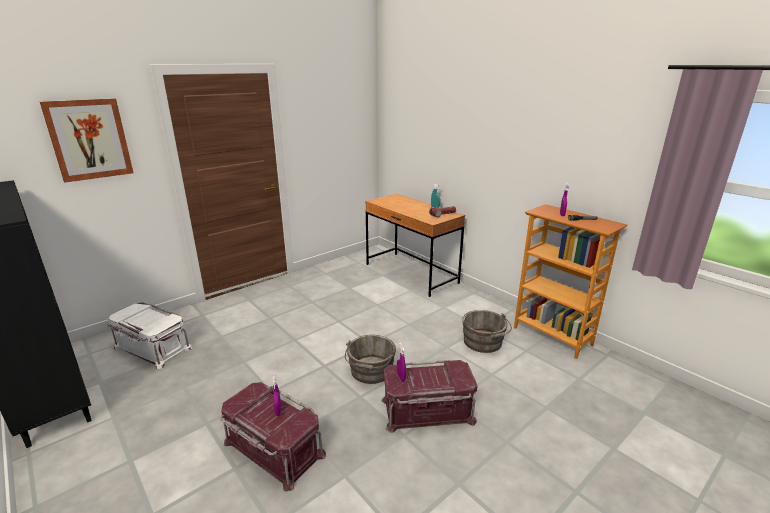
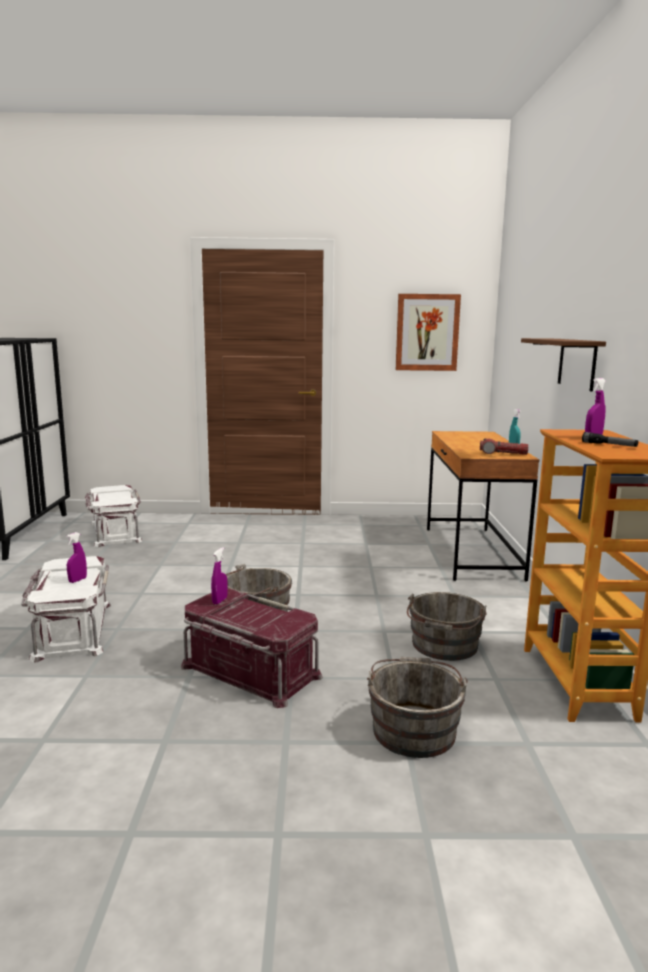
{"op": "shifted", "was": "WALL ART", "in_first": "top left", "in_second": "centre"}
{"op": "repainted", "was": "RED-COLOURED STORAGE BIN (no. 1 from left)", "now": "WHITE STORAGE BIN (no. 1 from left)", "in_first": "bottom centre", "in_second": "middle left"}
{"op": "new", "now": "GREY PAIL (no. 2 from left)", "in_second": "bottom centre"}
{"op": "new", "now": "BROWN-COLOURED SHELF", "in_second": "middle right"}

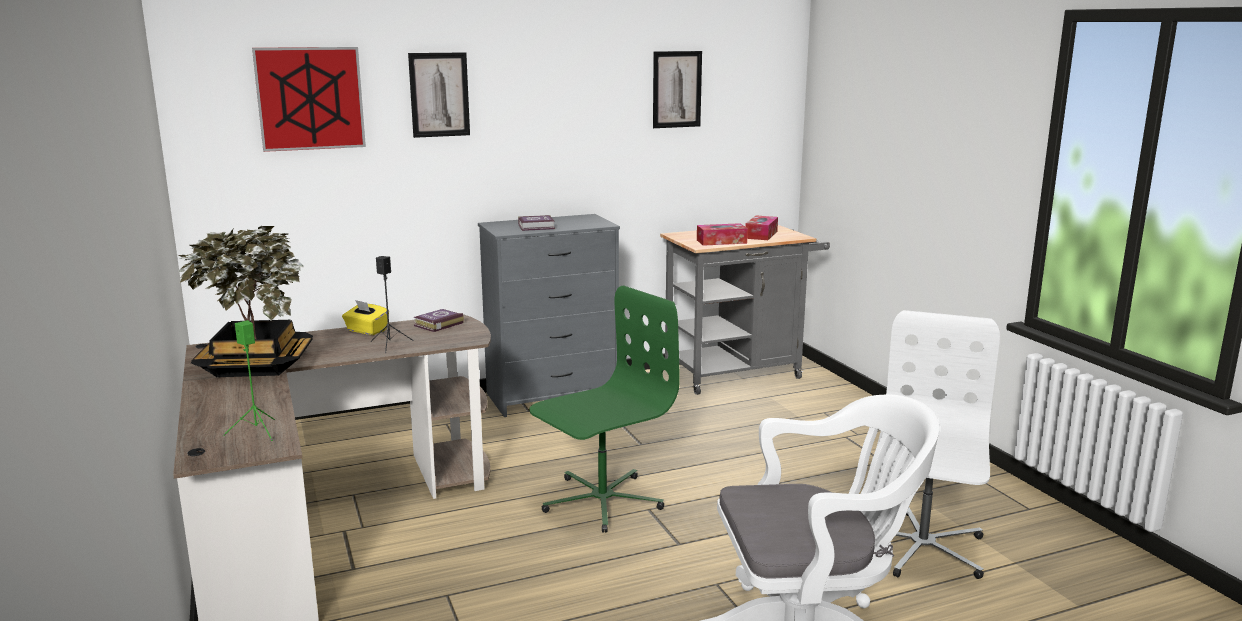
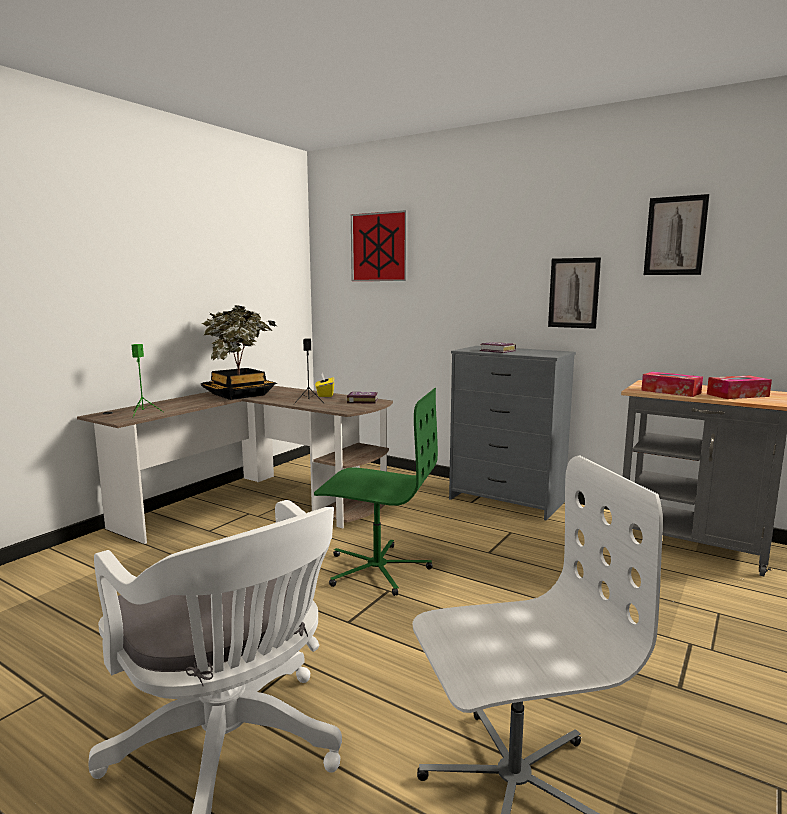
{"op": "shifted", "was": "WALL ART (no. 2 from left)", "in_first": "top centre", "in_second": "middle right"}

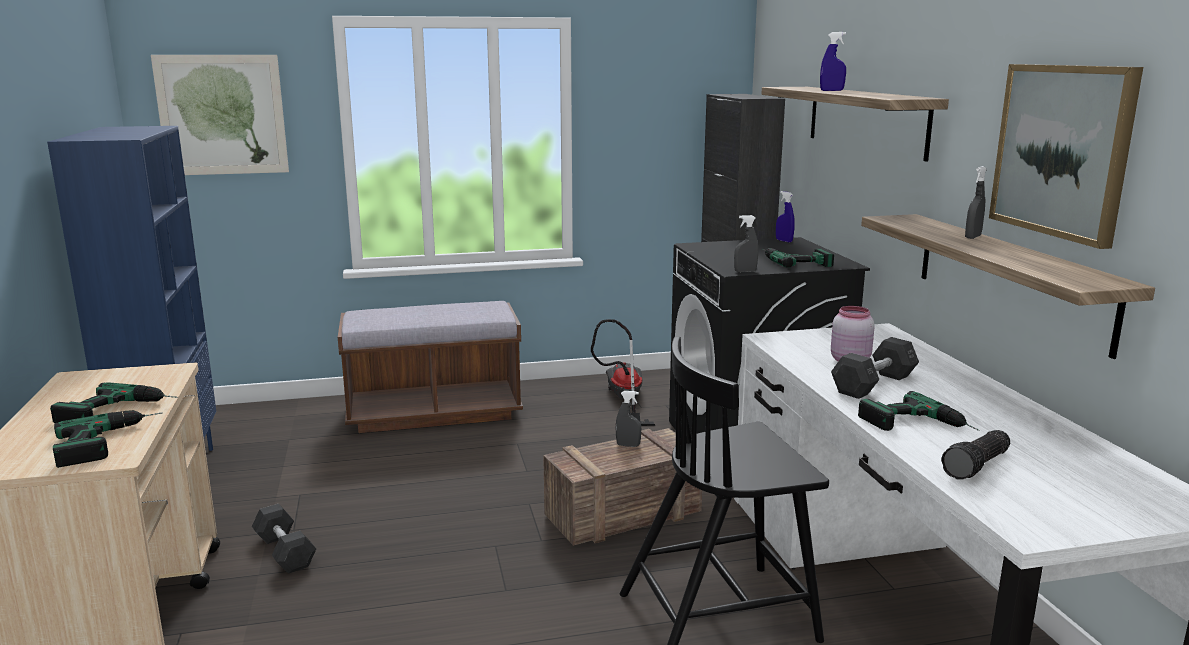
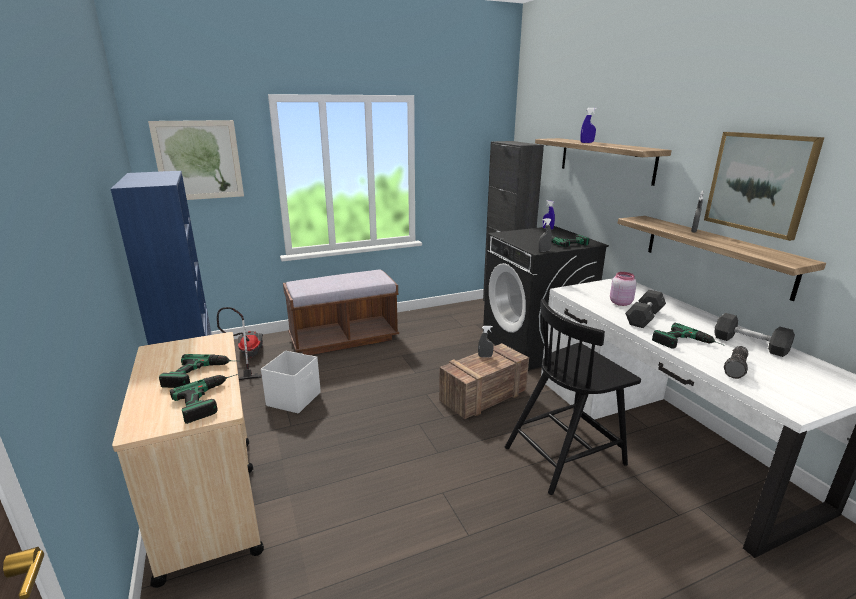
{"op": "shifted", "was": "GREY FREE WEIGHT (no. 1 from left in the first image)", "now": "GREY FREE WEIGHT (no. 2 from left)", "in_first": "bottom left", "in_second": "middle right"}
{"op": "shifted", "was": "VACUUM CLEANER", "in_first": "centre", "in_second": "middle left"}
{"op": "new", "now": "WHITE STORAGE BIN", "in_second": "centre"}

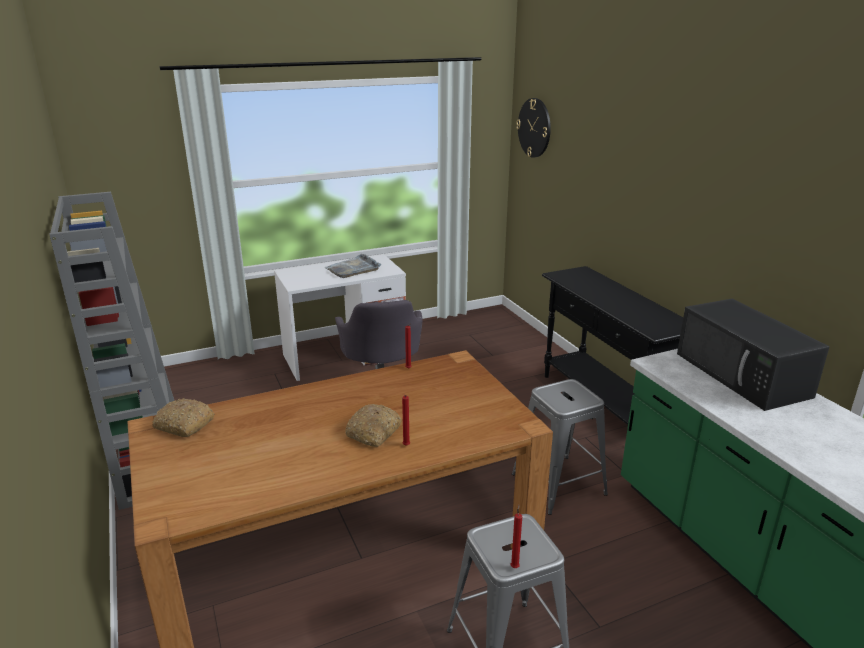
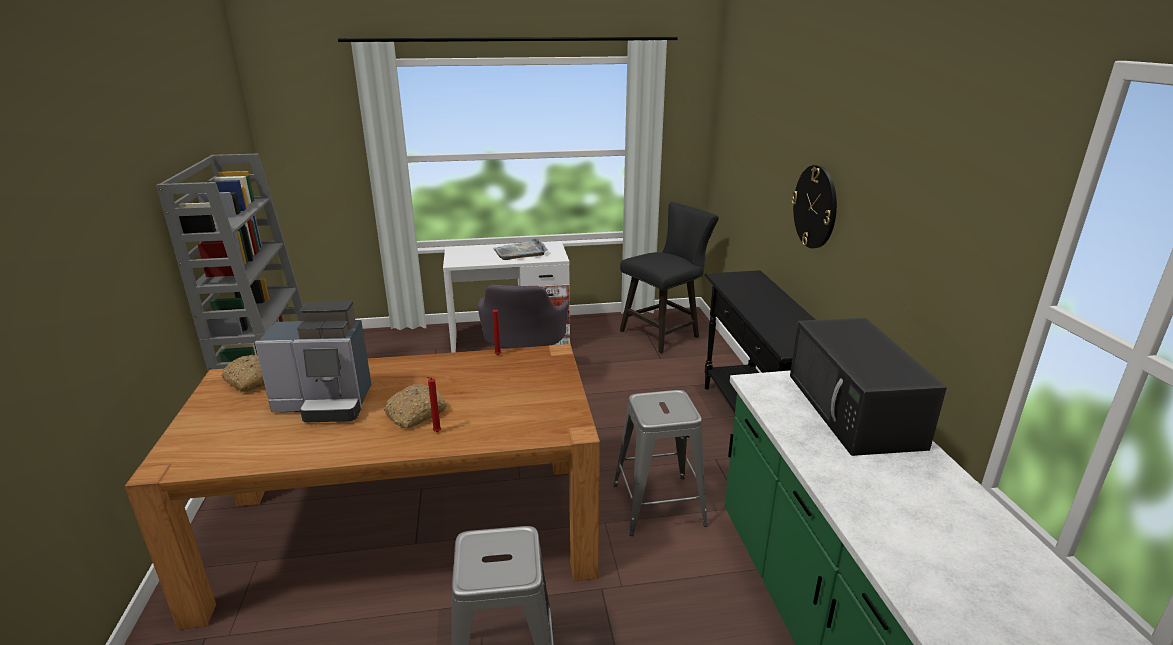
{"op": "gone", "was": "RED-COLOURED CANDLE (no. 3 from left)", "in_first": "bottom centre"}
{"op": "shifted", "was": "CLOCK ON THE WALL", "in_first": "top centre", "in_second": "top right"}
{"op": "new", "now": "COFFEE MAKER", "in_second": "middle left"}
{"op": "new", "now": "BLACKISH CHAIR", "in_second": "centre"}

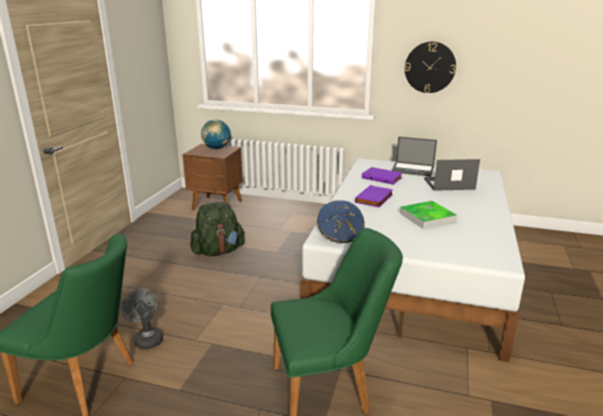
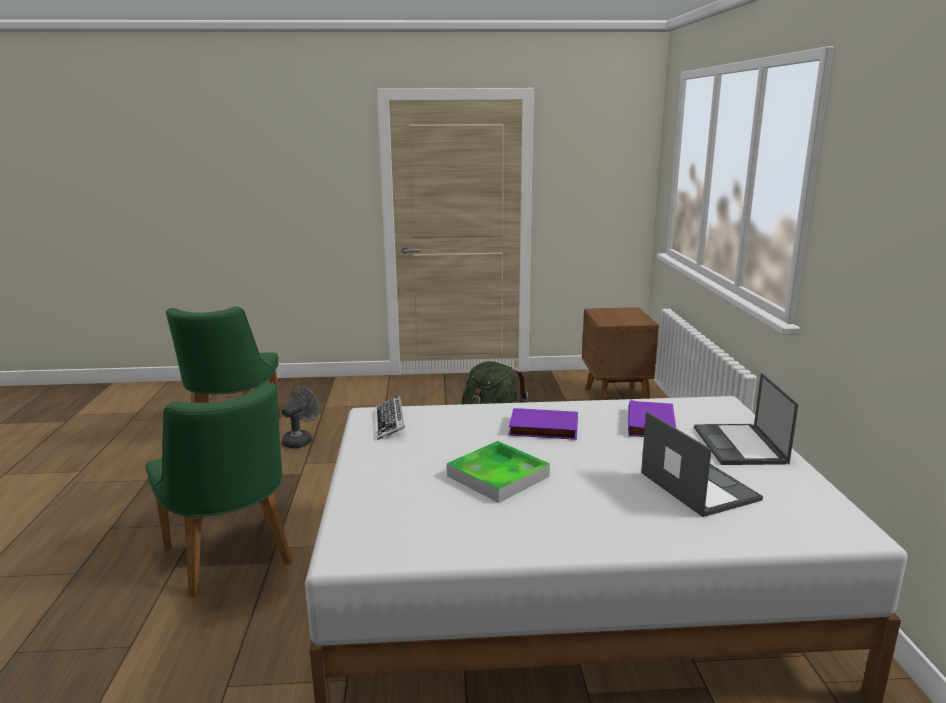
{"op": "gone", "was": "DESK GLOBE", "in_first": "top centre"}
{"op": "swapped", "was": "BLUE-COLOURED HAT", "now": "COMPUTER KEYBOARD", "in_first": "centre", "in_second": "centre"}
{"op": "gone", "was": "CLOCK ON THE WALL", "in_first": "top right"}

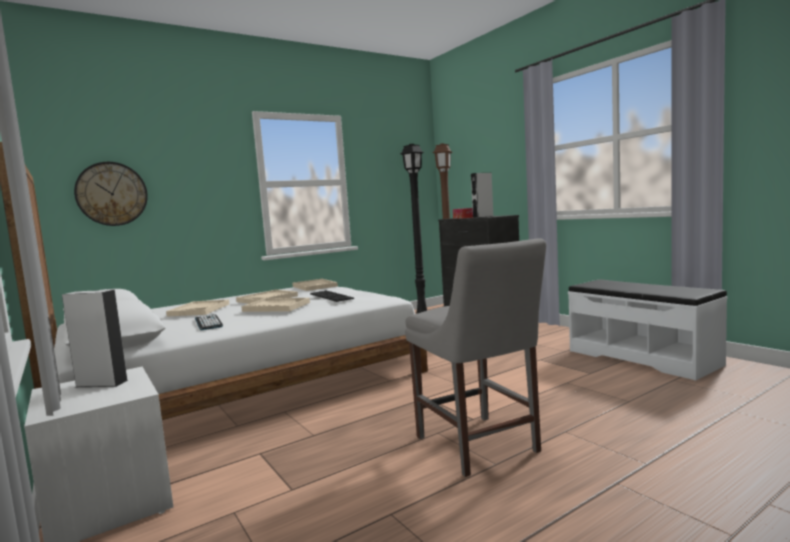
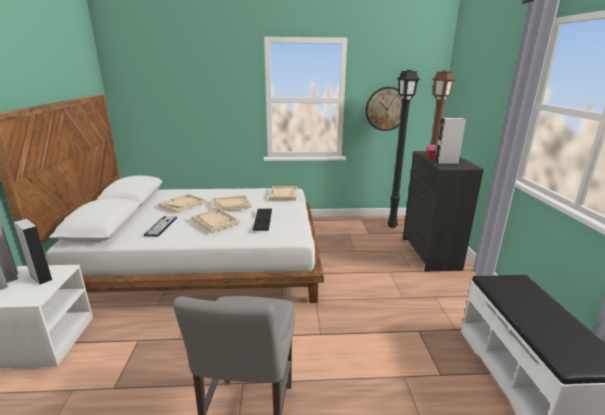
{"op": "shifted", "was": "CLOCK ON THE WALL", "in_first": "middle left", "in_second": "top centre"}

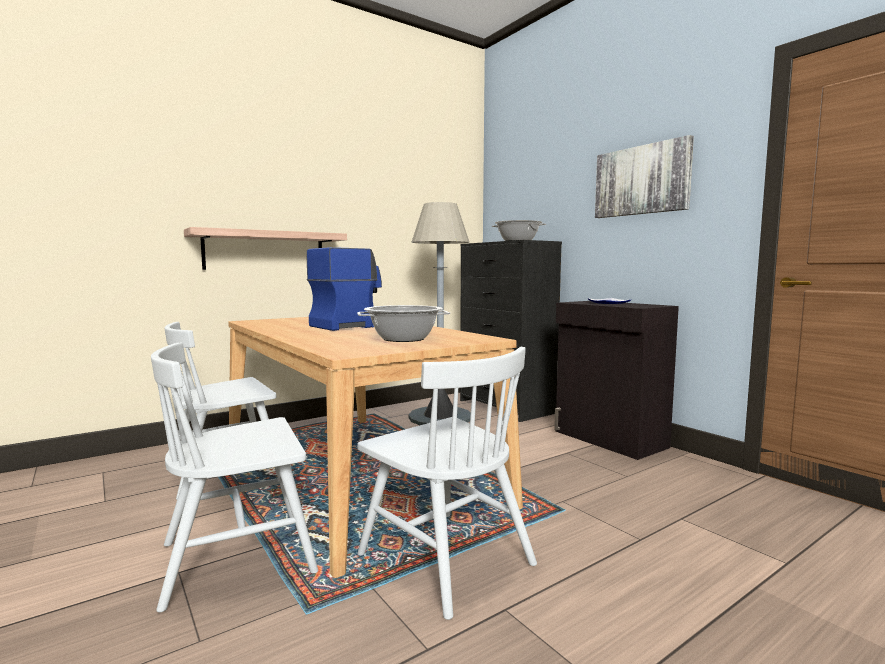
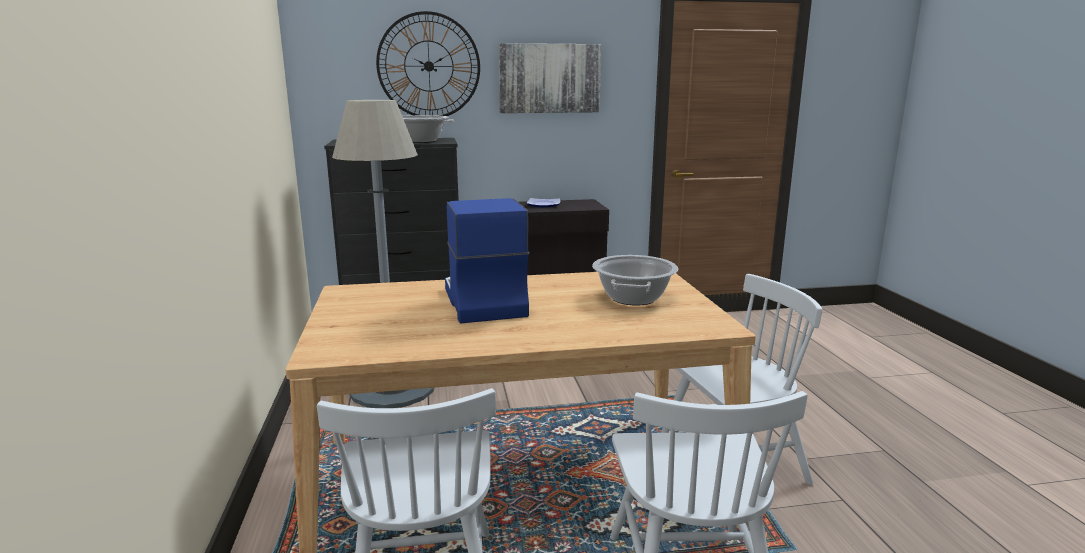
{"op": "gone", "was": "SHELF", "in_first": "middle left"}
{"op": "new", "now": "CLOCK ON THE WALL", "in_second": "top centre"}

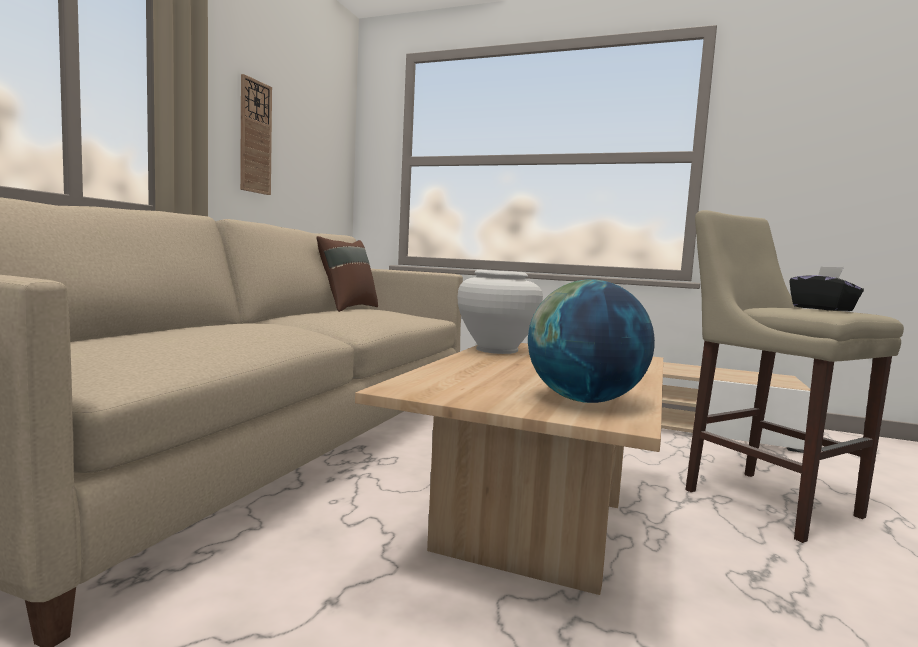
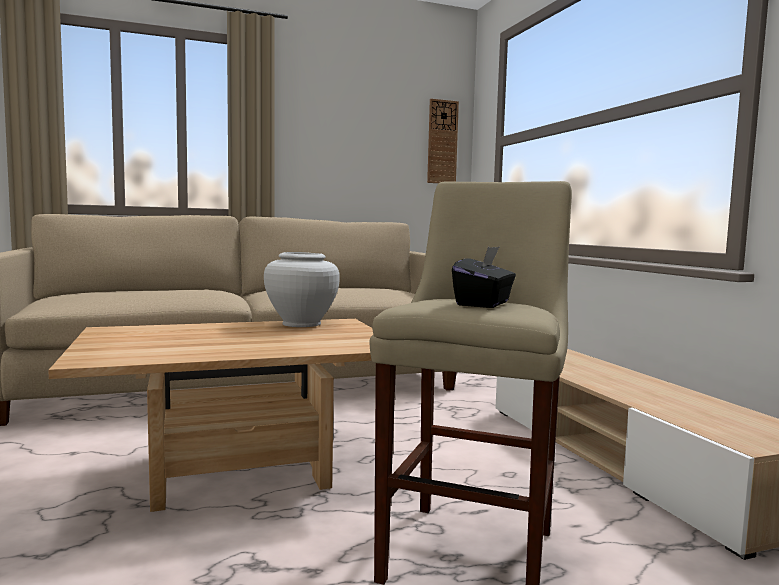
{"op": "shifted", "was": "CLOCK ON THE WALL", "in_first": "top left", "in_second": "top centre"}
{"op": "gone", "was": "BROWN-COLOURED THROW PILLOW", "in_first": "centre"}
{"op": "gone", "was": "DESK GLOBE", "in_first": "centre"}

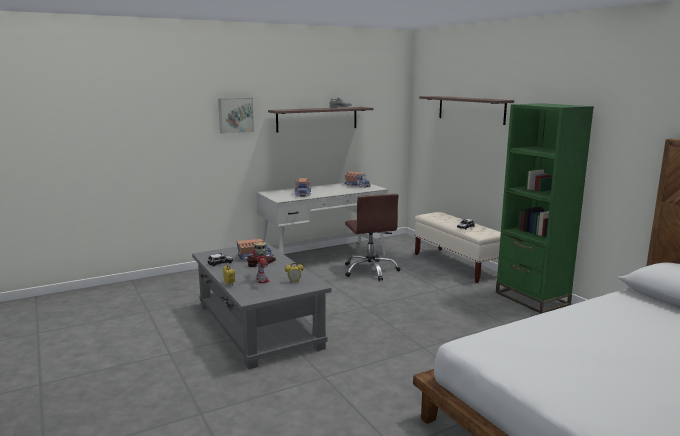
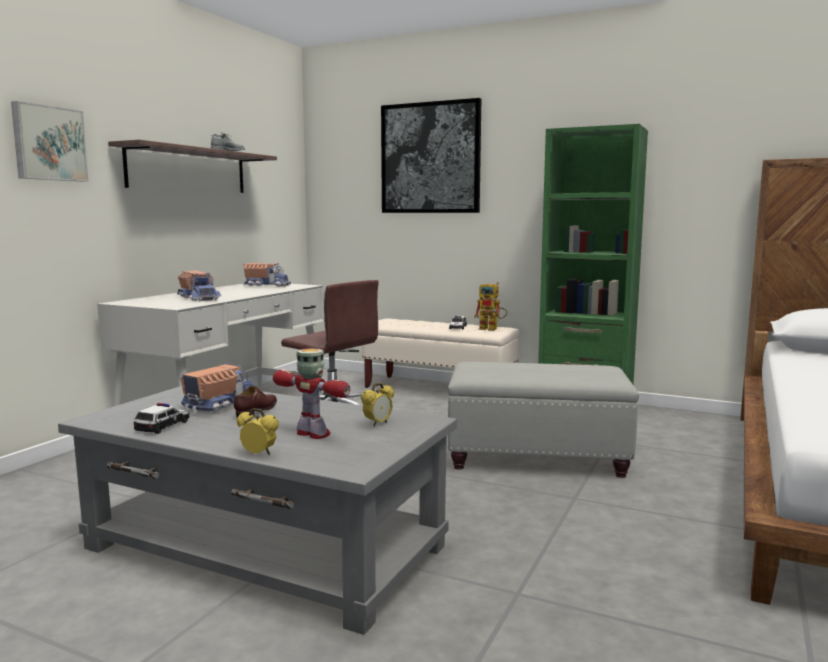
{"op": "swapped", "was": "SHELF (no. 2 from left)", "now": "WALL ART (no. 2 from left)", "in_first": "top right", "in_second": "top centre"}
{"op": "new", "now": "GREY POUFFE", "in_second": "centre"}
{"op": "new", "now": "TOY ROBOT (no. 2 from left)", "in_second": "centre"}

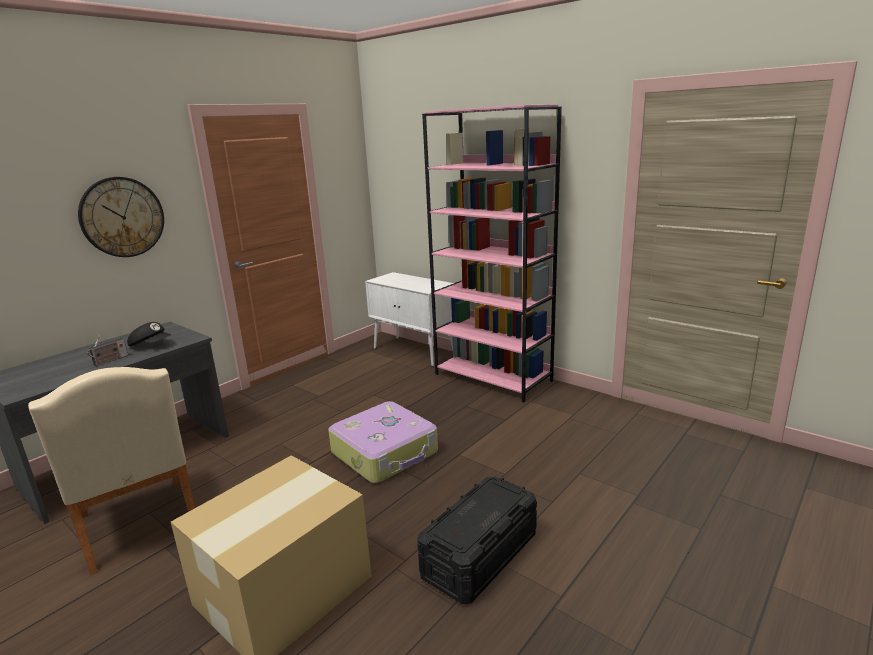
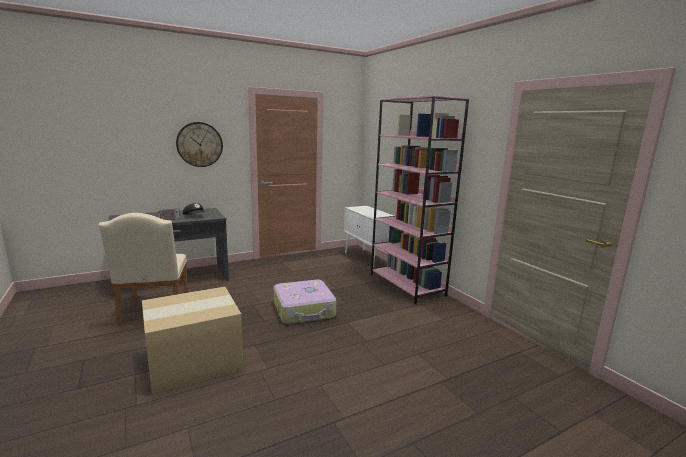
{"op": "gone", "was": "BLACKISH STORAGE BIN", "in_first": "bottom centre"}

